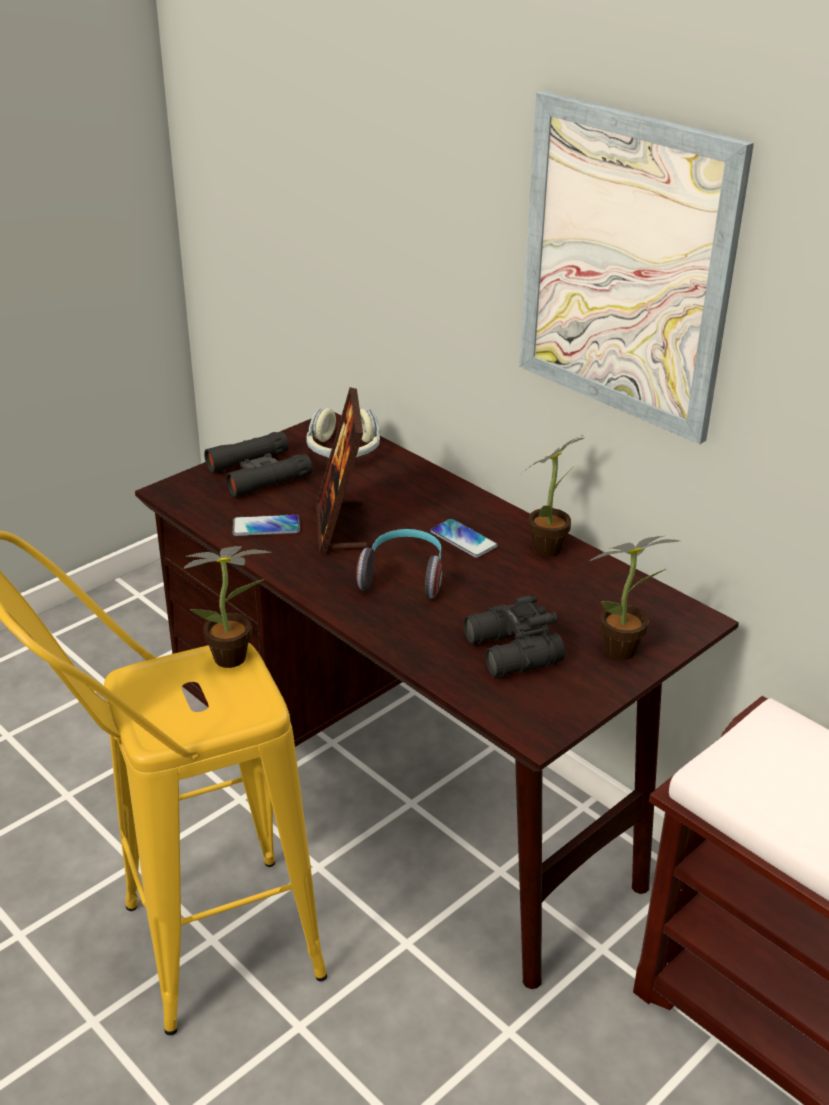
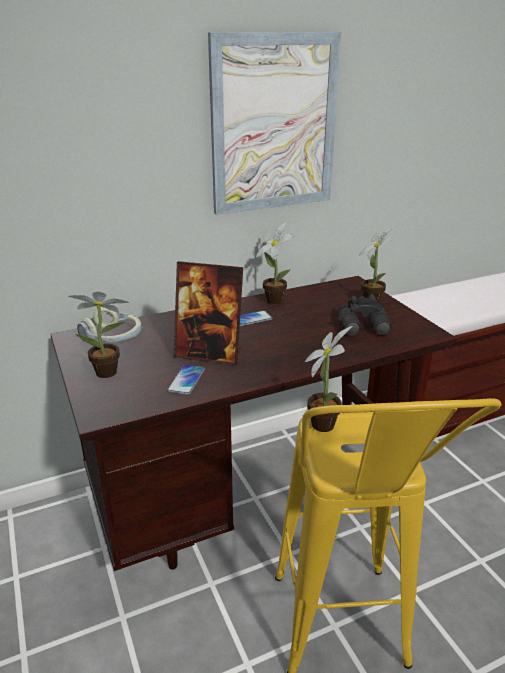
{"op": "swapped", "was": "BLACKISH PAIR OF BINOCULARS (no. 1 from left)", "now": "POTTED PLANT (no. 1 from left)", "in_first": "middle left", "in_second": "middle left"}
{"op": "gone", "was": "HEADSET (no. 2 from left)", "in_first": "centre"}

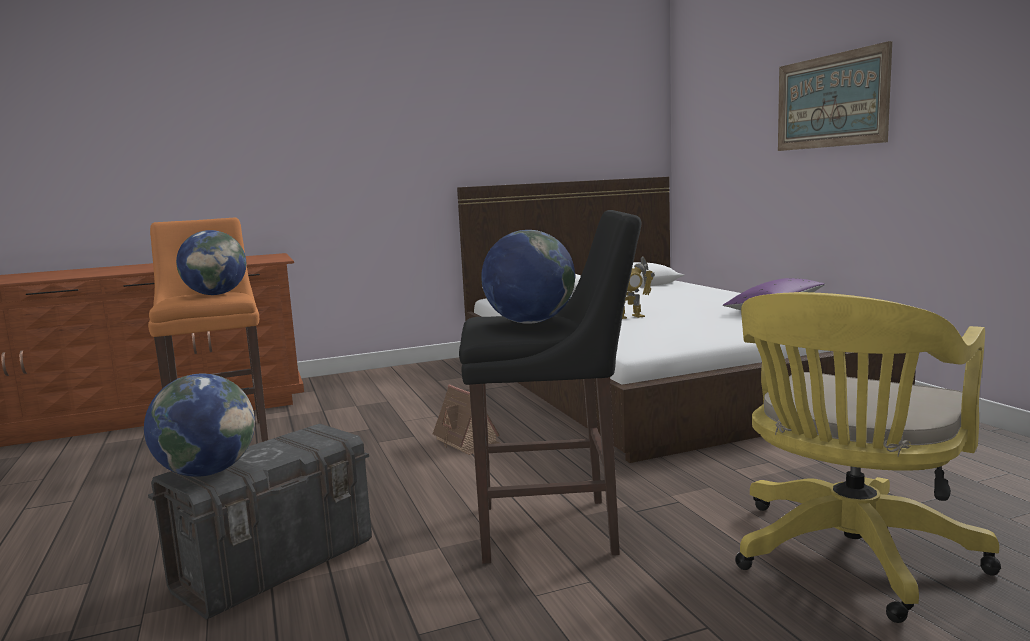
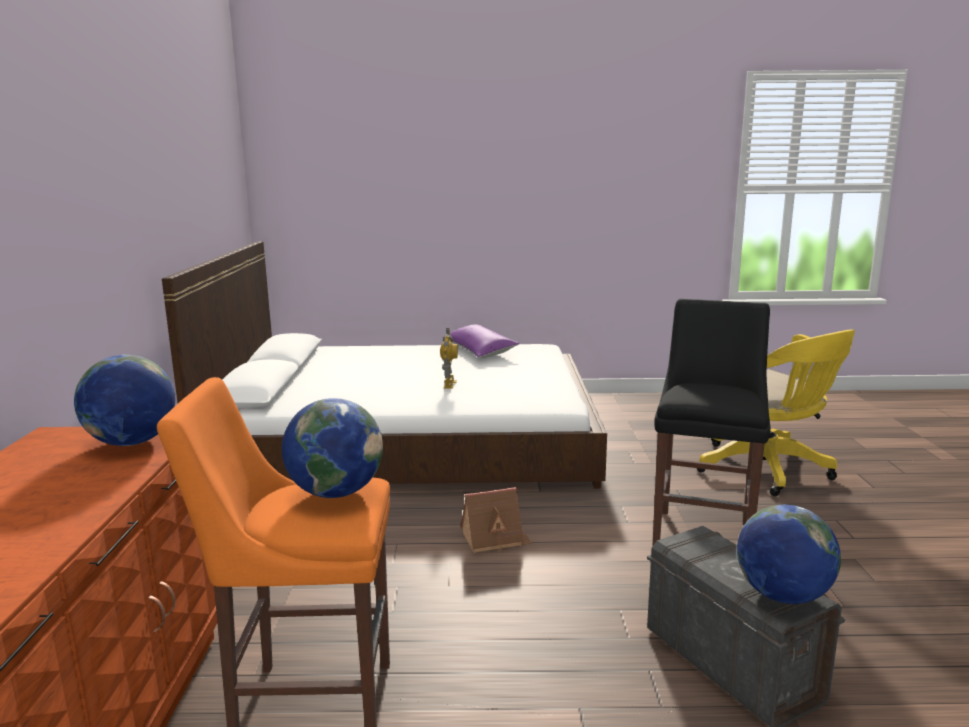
{"op": "shifted", "was": "DESK GLOBE (no. 3 from left in the first image)", "now": "DESK GLOBE (no. 1 from left)", "in_first": "centre", "in_second": "middle left"}
{"op": "gone", "was": "WALL ART", "in_first": "top right"}

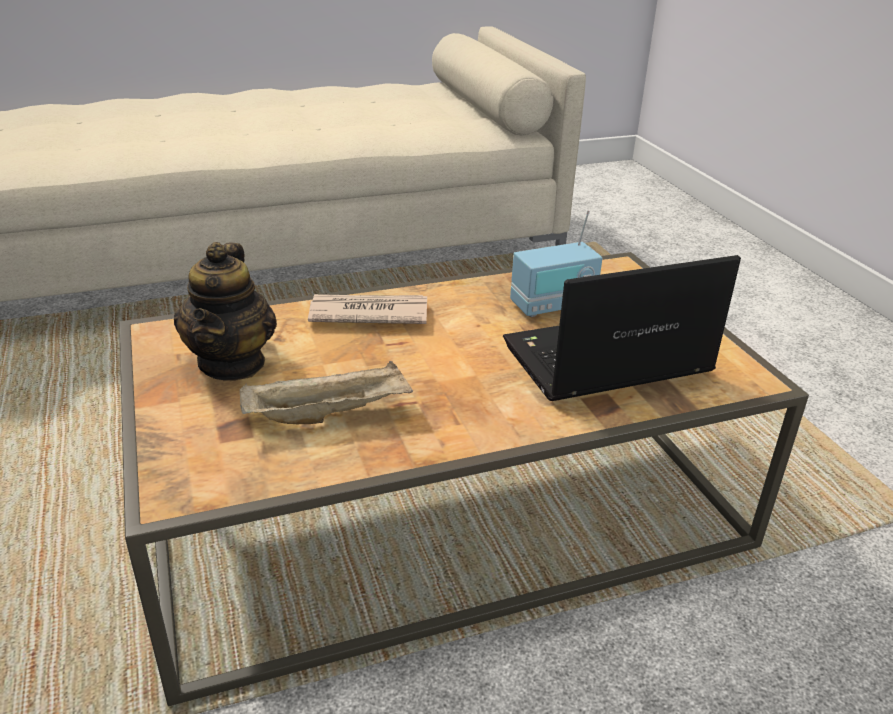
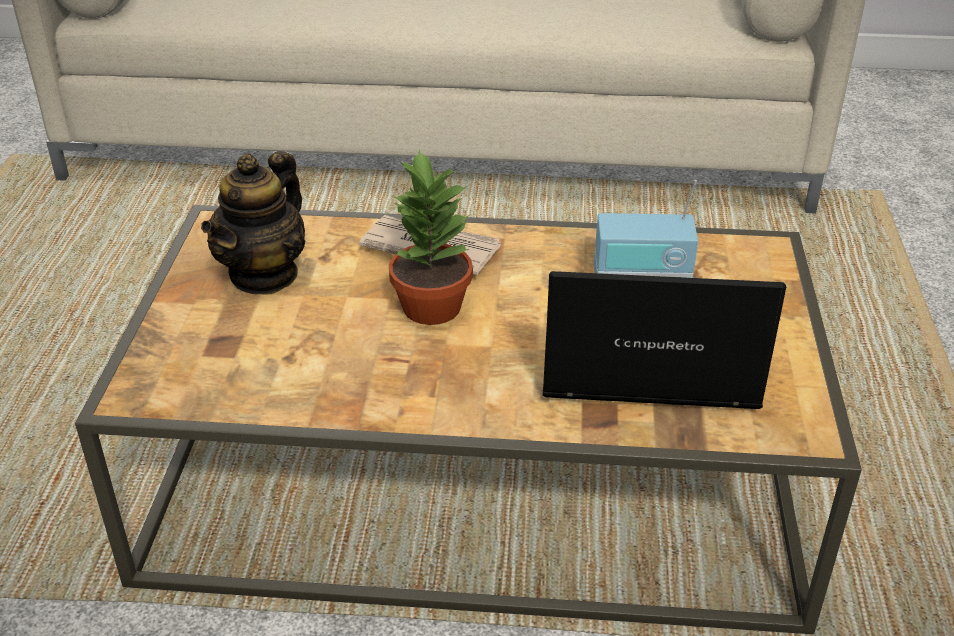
{"op": "gone", "was": "SAND-COLOURED CARRYING TRAY", "in_first": "centre"}
{"op": "new", "now": "POTTED PLANT", "in_second": "centre"}

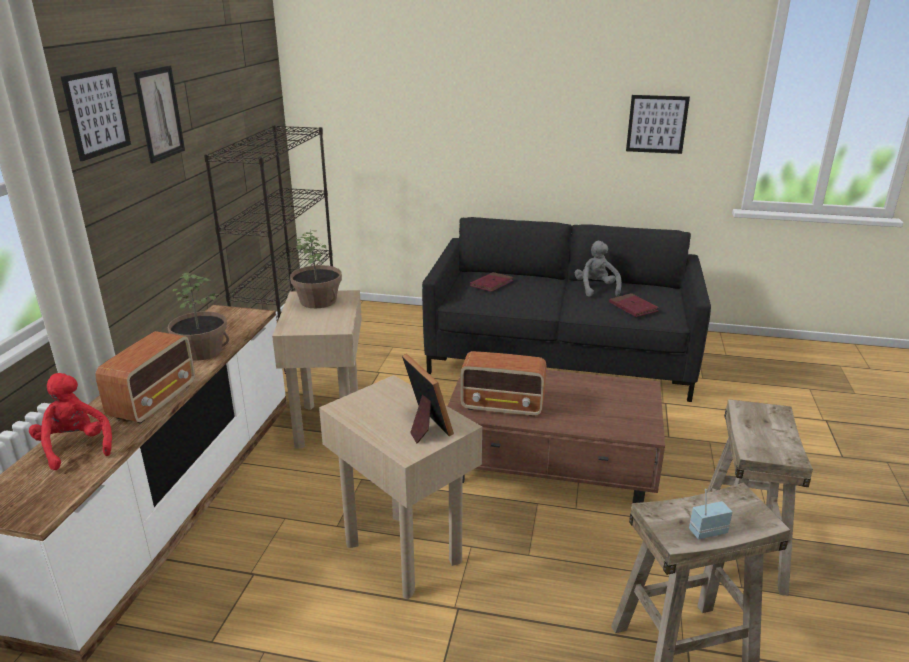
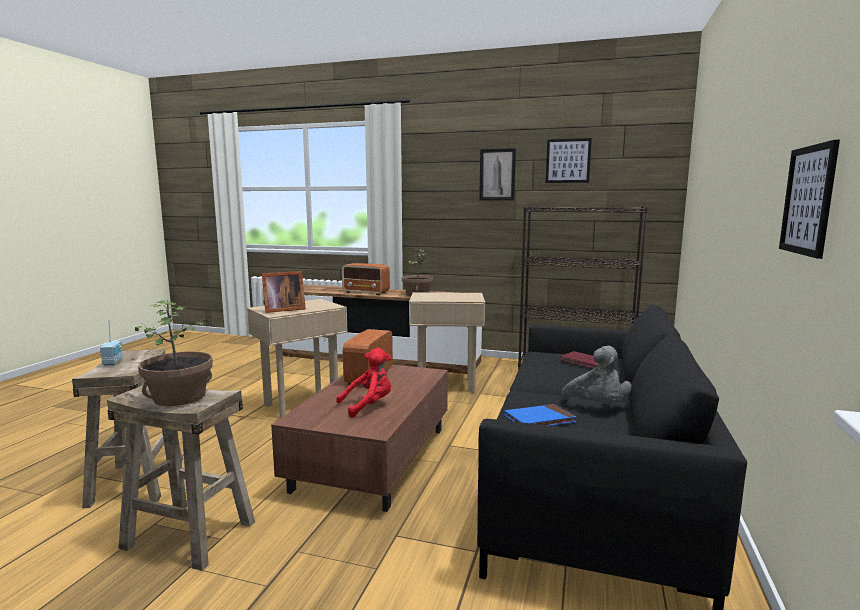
{"op": "shifted", "was": "RED-COLOURED PLUSH TOY", "in_first": "middle left", "in_second": "centre"}
{"op": "shifted", "was": "WALL ART (no. 1 from left in the first image)", "now": "WALL ART (no. 2 from left)", "in_first": "top left", "in_second": "top centre"}
{"op": "shifted", "was": "POTTED PLANT (no. 2 from left in the first image)", "now": "POTTED PLANT (no. 1 from left)", "in_first": "centre", "in_second": "middle left"}
{"op": "rotated", "was": "GREY PLUSH TOY", "in_first": "centre", "in_second": "middle right", "clockwise": 75}
{"op": "repainted", "was": "RED-COLOURED BOOK (no. 2 from left)", "now": "BLUE-COLOURED BOOK", "in_first": "middle right", "in_second": "bottom centre"}

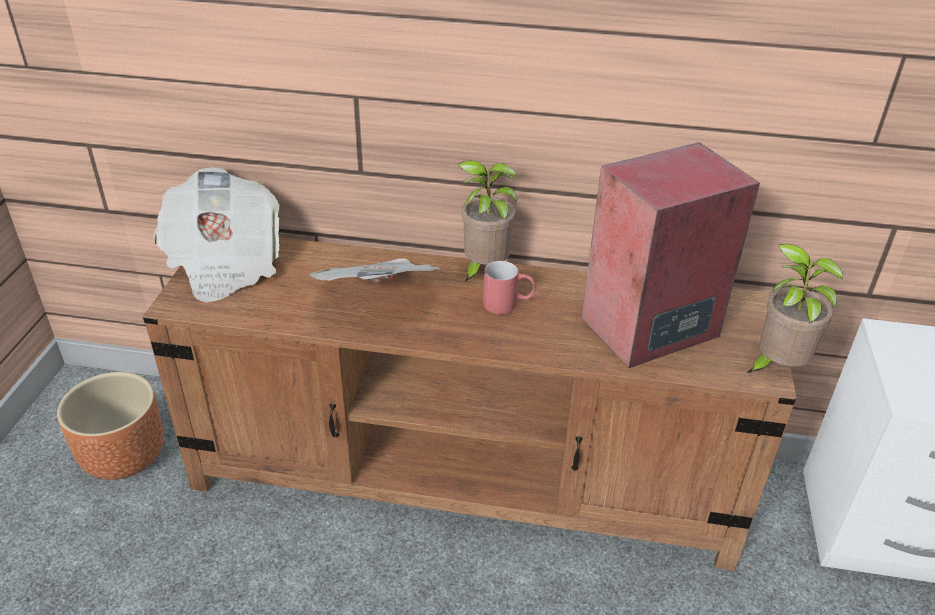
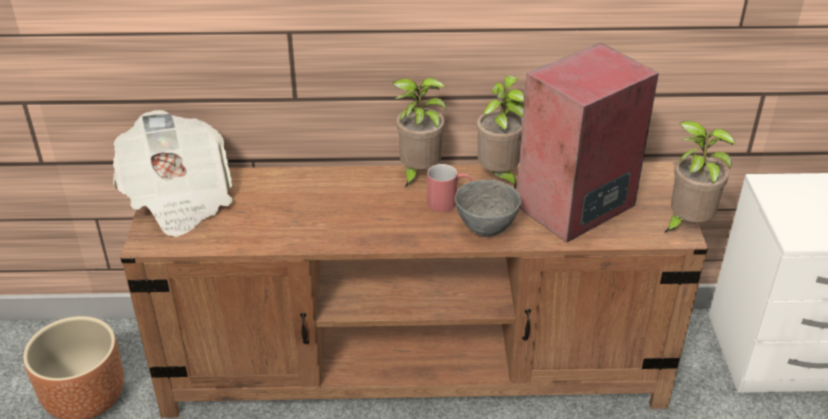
{"op": "gone", "was": "NEWSPAPER (no. 2 from left)", "in_first": "centre"}
{"op": "new", "now": "GREY SERVING BOWL", "in_second": "centre"}
{"op": "new", "now": "POTTED PLANT (no. 2 from left)", "in_second": "top centre"}

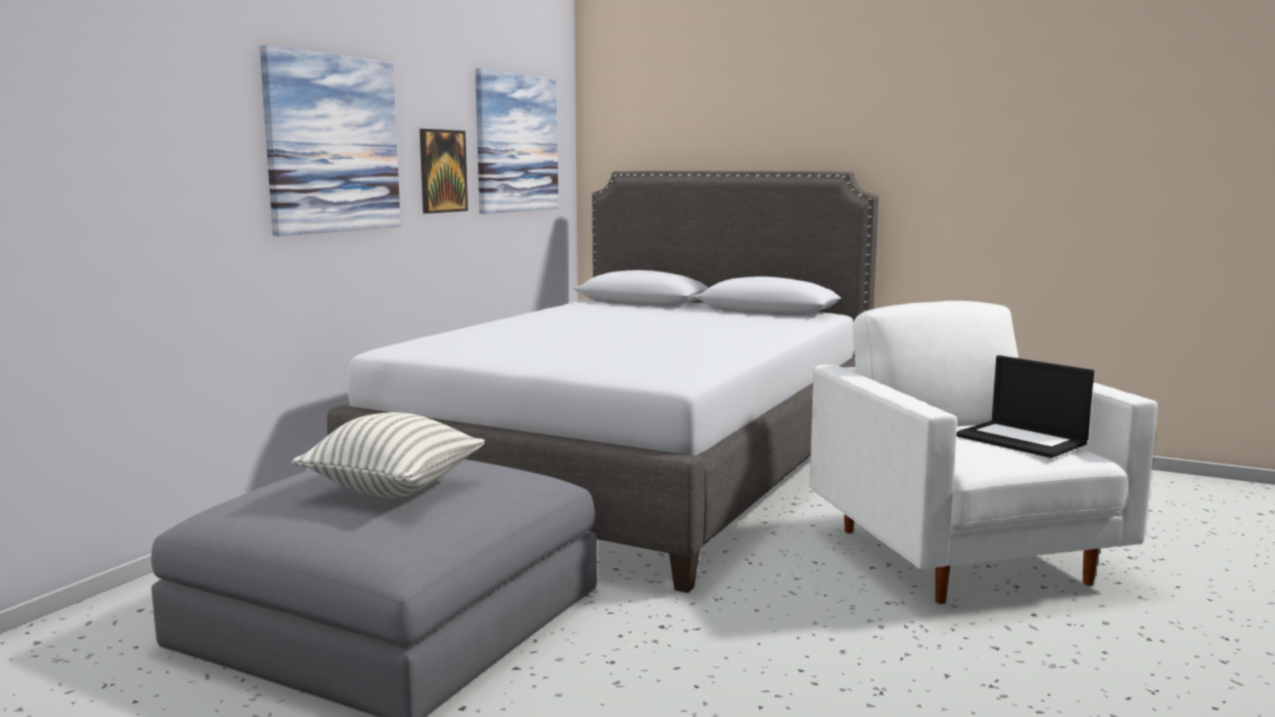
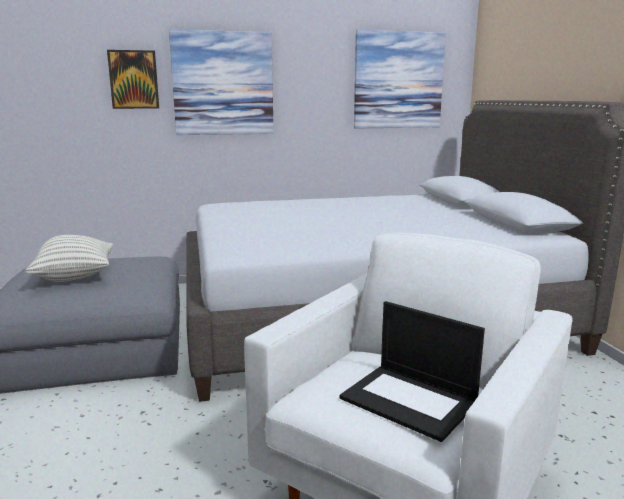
{"op": "shifted", "was": "WALL ART (no. 2 from left in the first image)", "now": "WALL ART (no. 1 from left)", "in_first": "top centre", "in_second": "top left"}
{"op": "rotated", "was": "LAPTOP", "in_first": "middle right", "in_second": "bottom centre", "clockwise": -60}

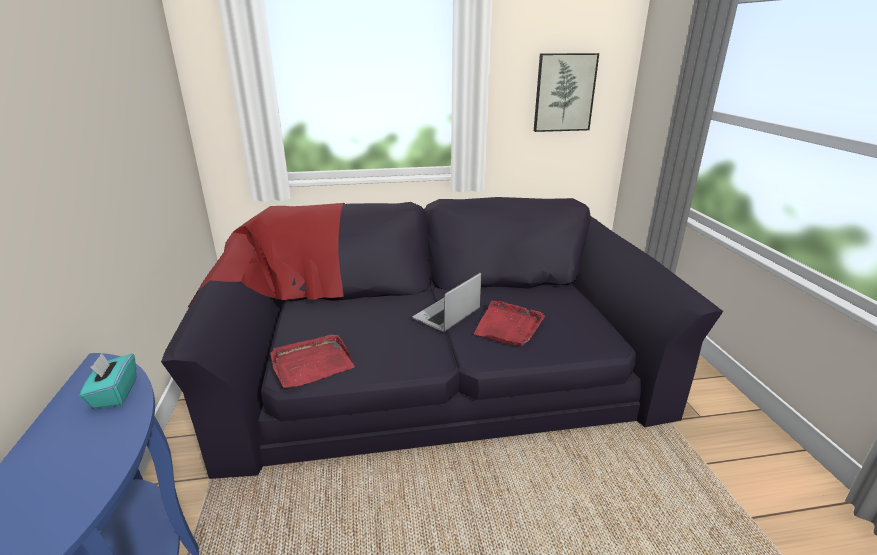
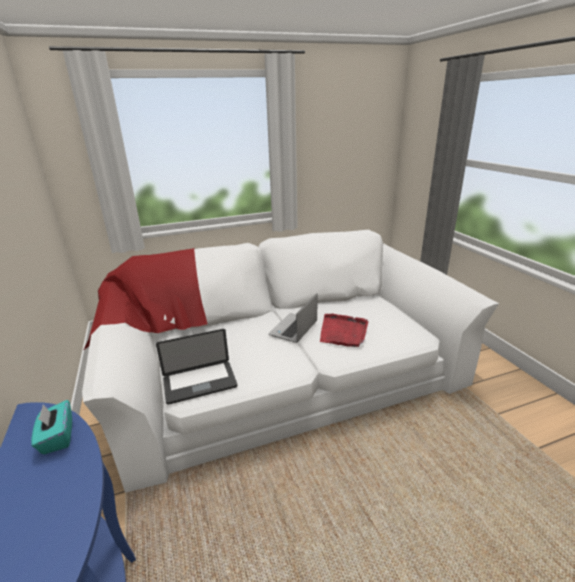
{"op": "repainted", "was": "BLACKISH SETTEE", "now": "WHITE SETTEE", "in_first": "centre", "in_second": "centre"}
{"op": "swapped", "was": "RED-COLOURED CARRYING TRAY (no. 1 from left)", "now": "LAPTOP (no. 1 from left)", "in_first": "centre", "in_second": "centre"}
{"op": "gone", "was": "WALL ART", "in_first": "top centre"}

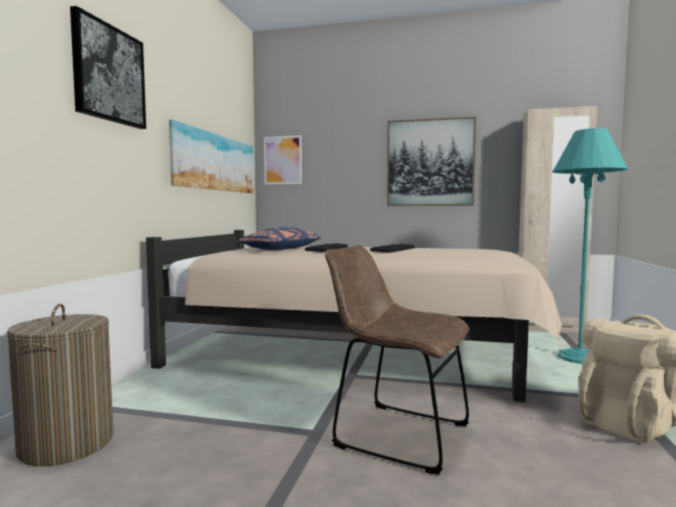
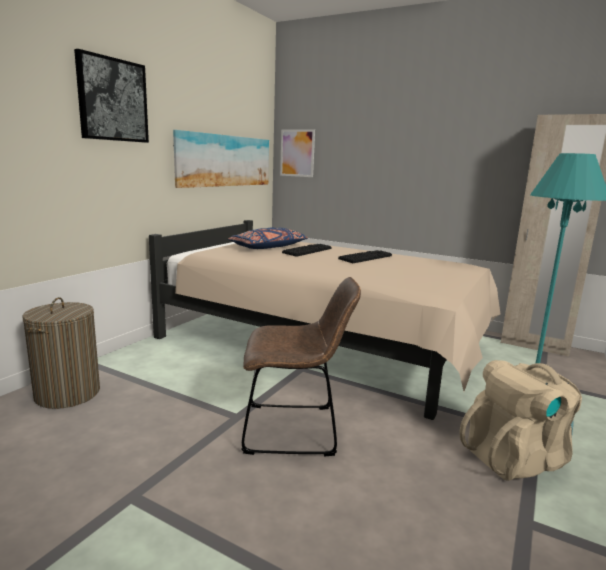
{"op": "rotated", "was": "BROWN-COLOURED CHAIR", "in_first": "bottom centre", "in_second": "centre", "clockwise": 135}
{"op": "gone", "was": "WALL ART (no. 4 from left)", "in_first": "top centre"}

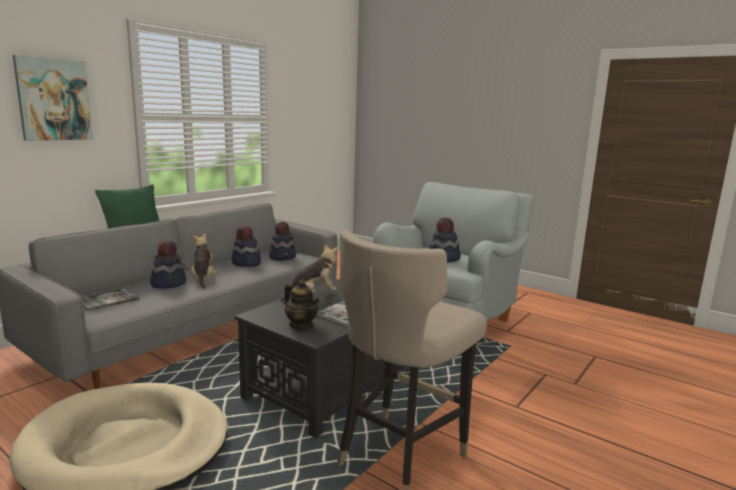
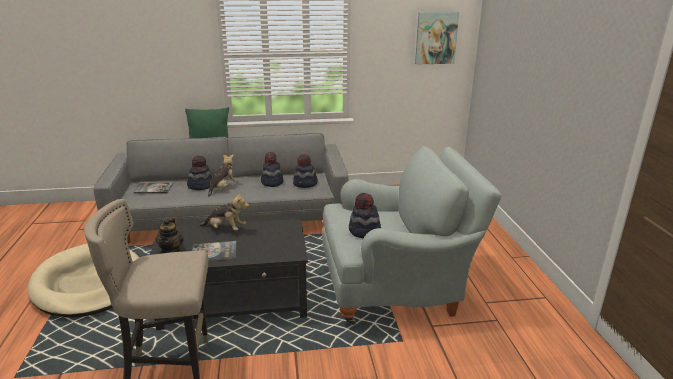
{"op": "shifted", "was": "WALL ART", "in_first": "top left", "in_second": "top centre"}

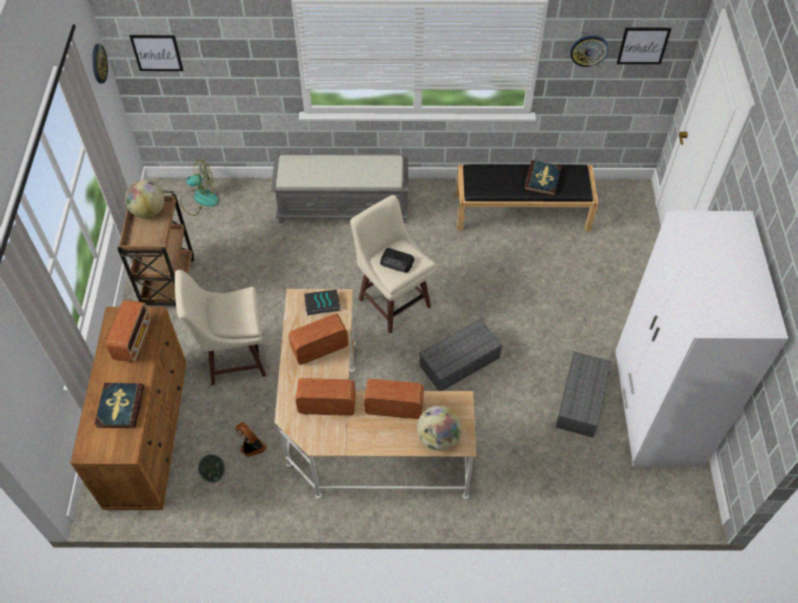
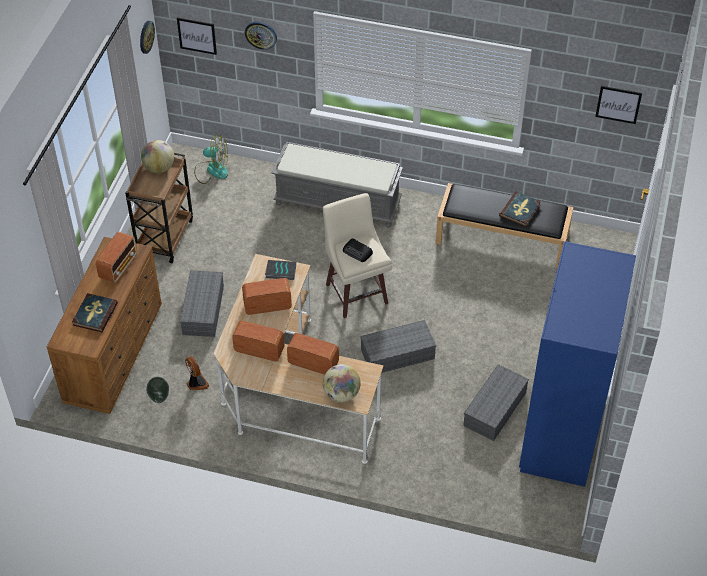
{"op": "swapped", "was": "SAND-COLOURED SITTING STOOL (no. 1 from left)", "now": "GREY STORAGE BIN (no. 1 from left)", "in_first": "middle left", "in_second": "middle left"}
{"op": "shifted", "was": "CLOCK ON THE WALL (no. 2 from left)", "in_first": "top right", "in_second": "top centre"}
{"op": "repainted", "was": "WHITE CLOTHES CUPBOARD", "now": "BLUE-COLOURED CLOTHES CUPBOARD", "in_first": "middle right", "in_second": "middle right"}

